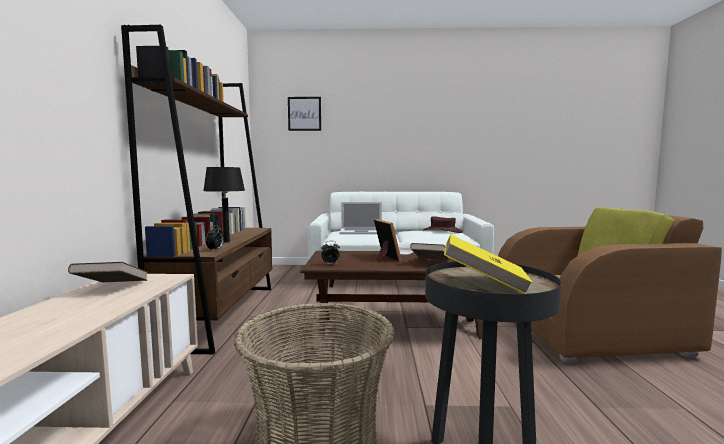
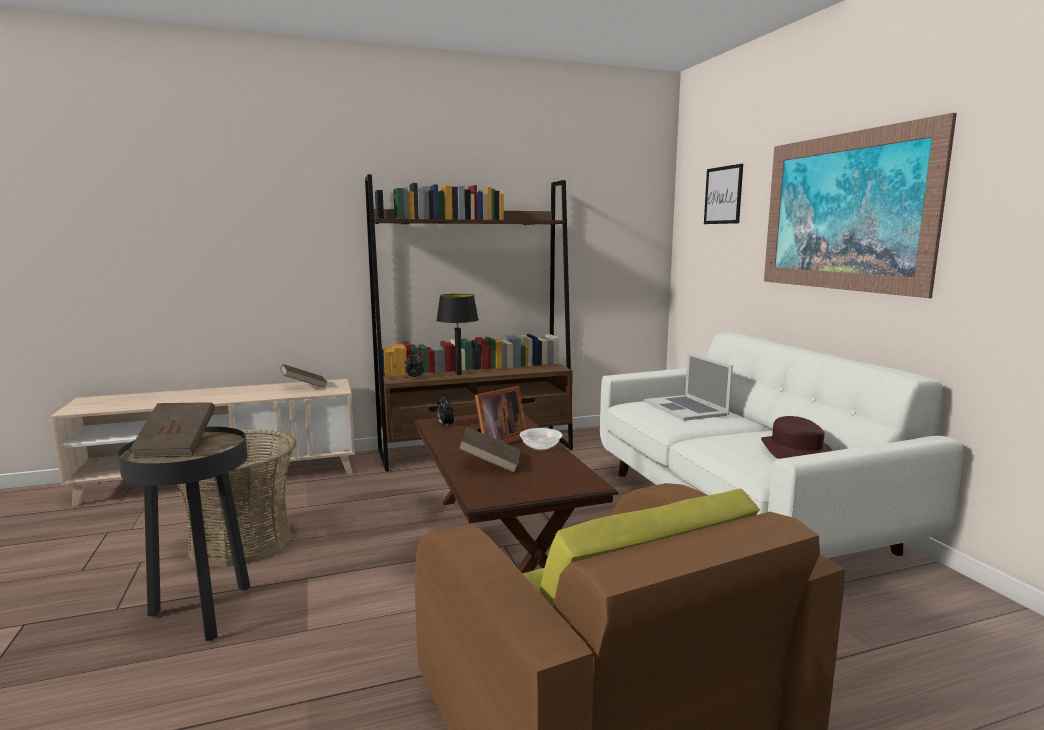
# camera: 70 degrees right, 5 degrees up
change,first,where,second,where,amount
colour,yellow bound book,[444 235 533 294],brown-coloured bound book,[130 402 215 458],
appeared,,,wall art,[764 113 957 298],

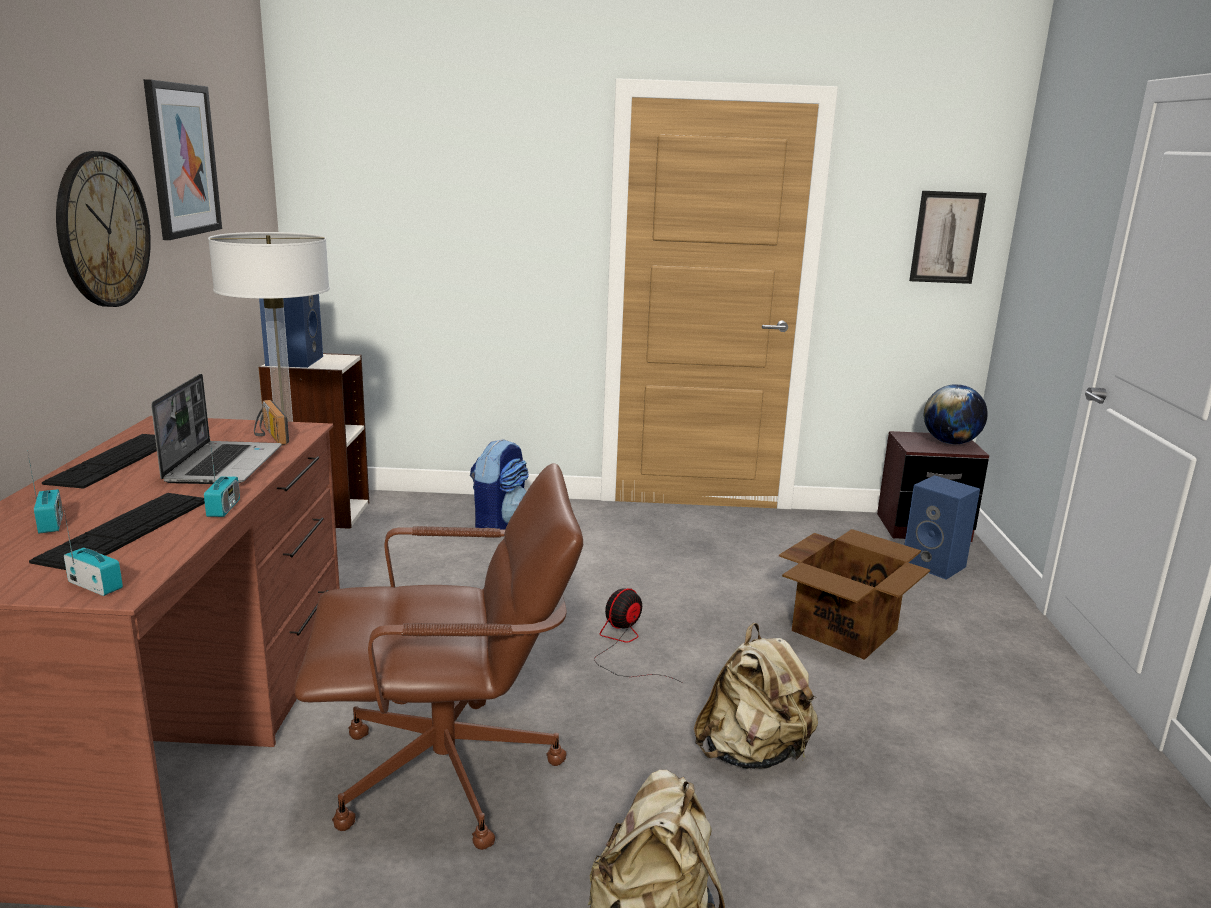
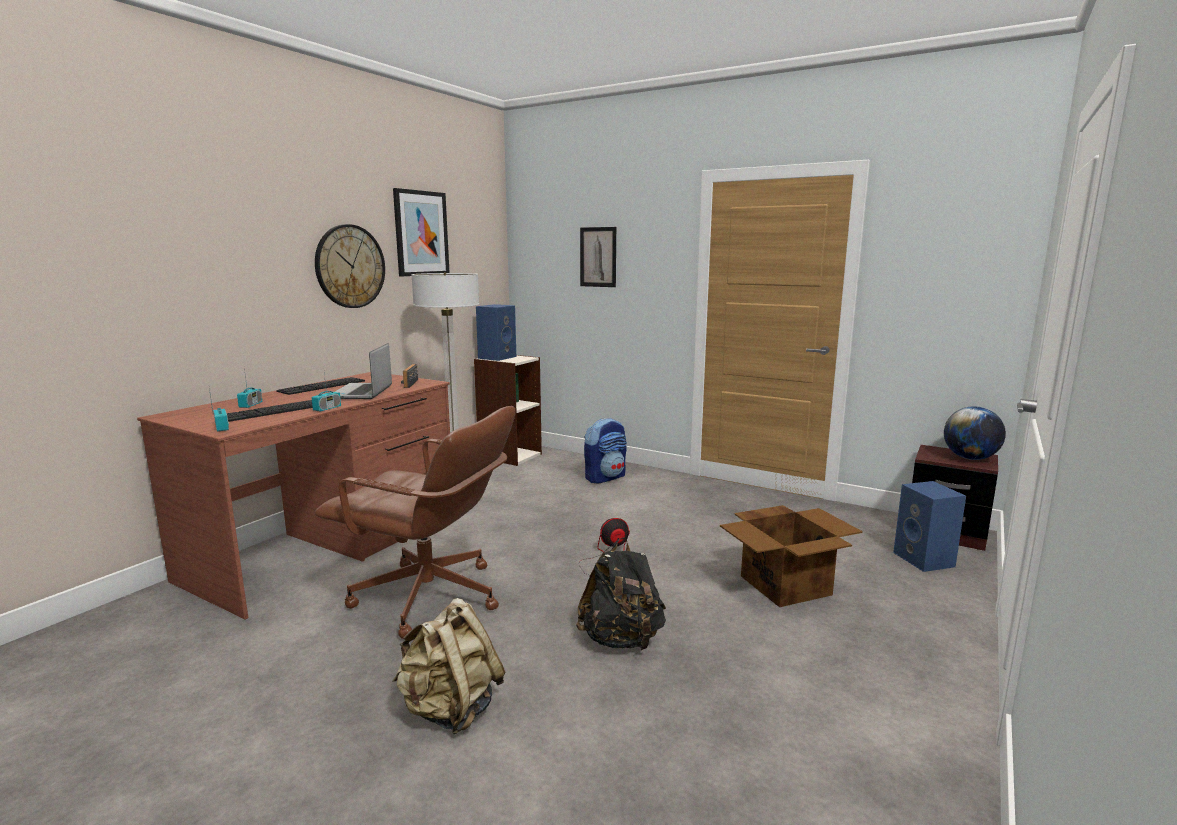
# camera: 30 degrees right, 5 degrees down
change,first,where,second,where,amount
relocated,wall art,[909 191 986 284],,[580 227 616 287],
spun,portable computer,[151 374 282 484],,[335 343 392 399],150 degrees clockwise
colour,beige knapsack,[694 623 818 769],black-coloured knapsack,[576 537 666 650],

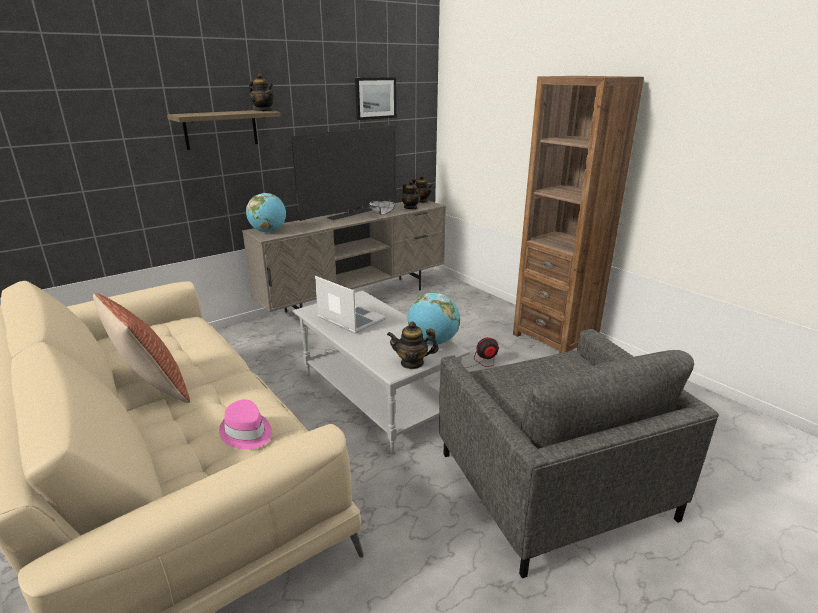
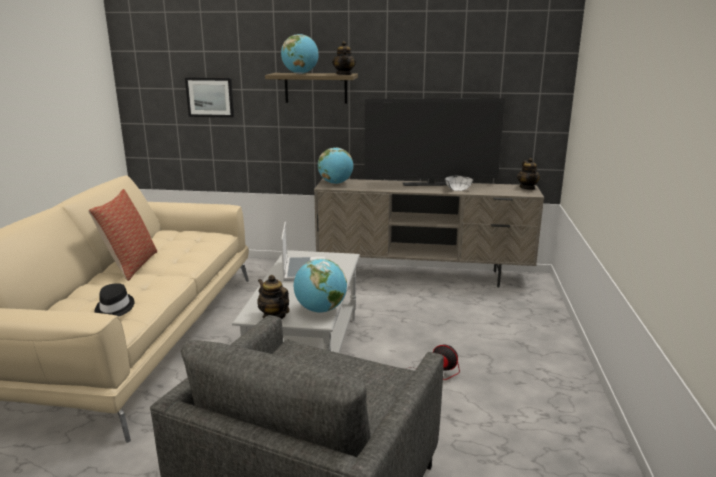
# camera: 45 degrees right, 5 degrees down
change,first,where,second,where,amount
missing,brown-coloured bookshelf,[513 76 644 354],,,
relocated,wall art,[355 77 396 120],,[185 77 234 118],
missing,pot for tea,[401 181 420 209],,,
colour,pinkish clothing hat,[219 399 272 449],black-coloured clothing hat,[94 283 134 317],
appeared,,,desk globe,[281 34 319 74],

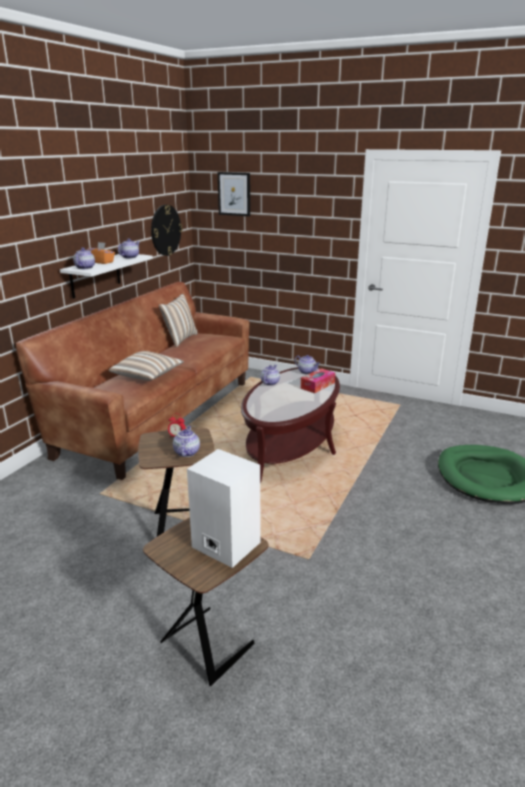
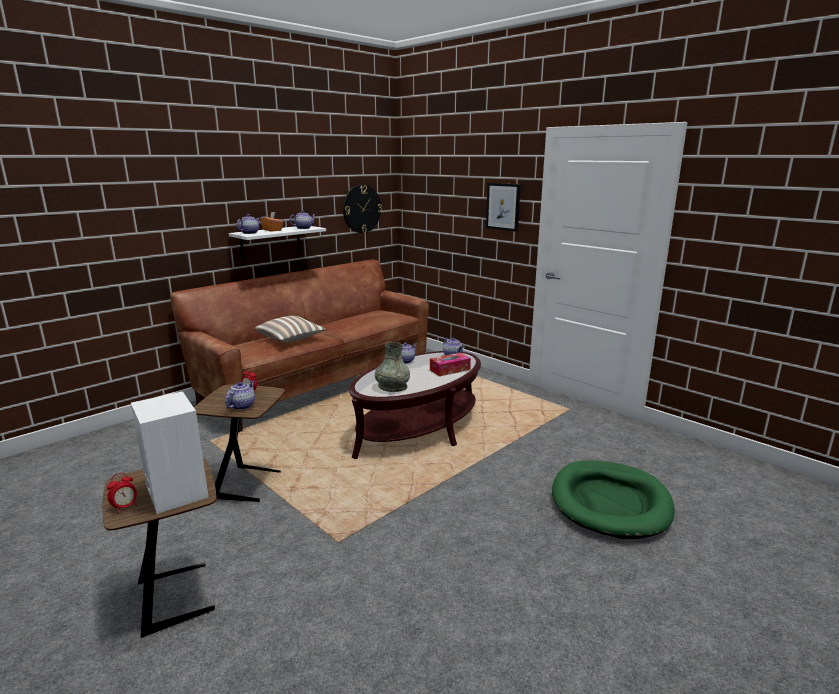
# camera: 20 degrees right, 5 degrees down
change,first,where,second,where,amount
relocated,wall art,[218 172 250 216],,[486 183 521 232],
missing,pillow,[159 294 198 347],,,
appeared,,,greyish decorative vase,[375 342 410 392],
appeared,,,alarm clock,[107 473 137 512],

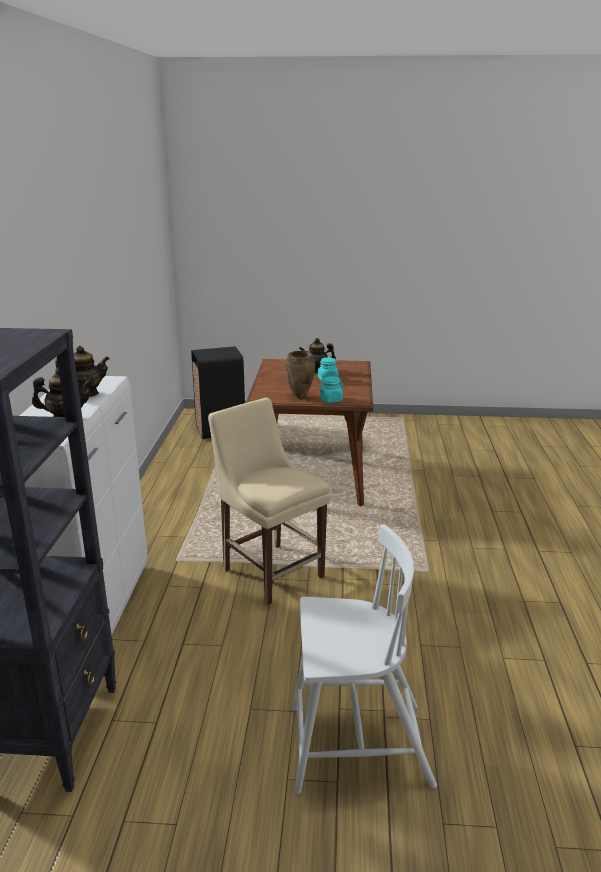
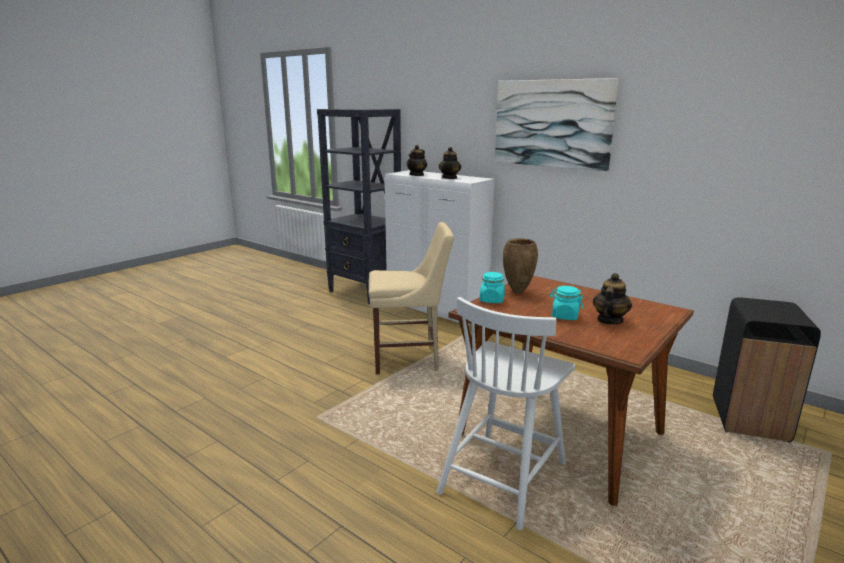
# camera: 125 degrees right, 5 degrees down
change,first,where,second,where,amount
relocated,white-coloured upright chair,[292 524 437 794],,[436 297 575 530],
appeared,,,wall art,[495 78 619 171],

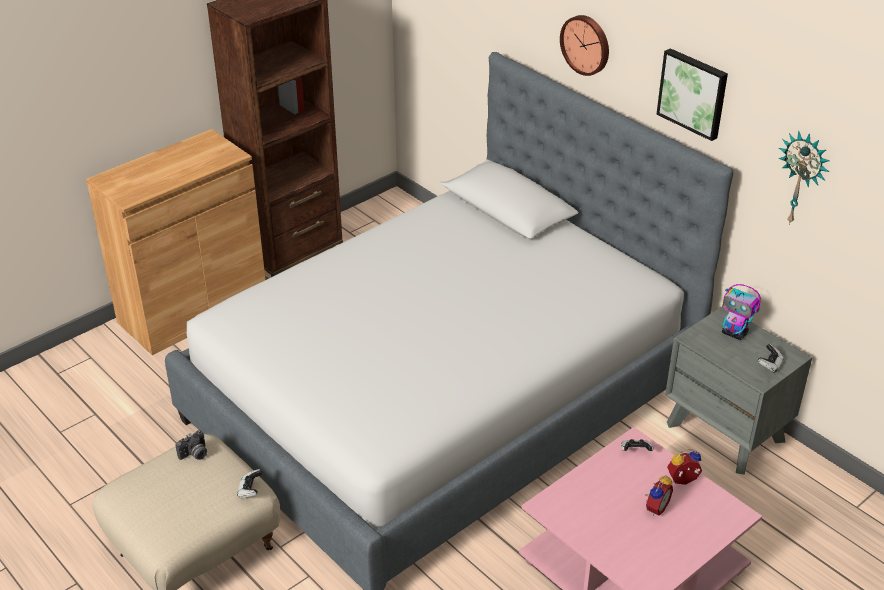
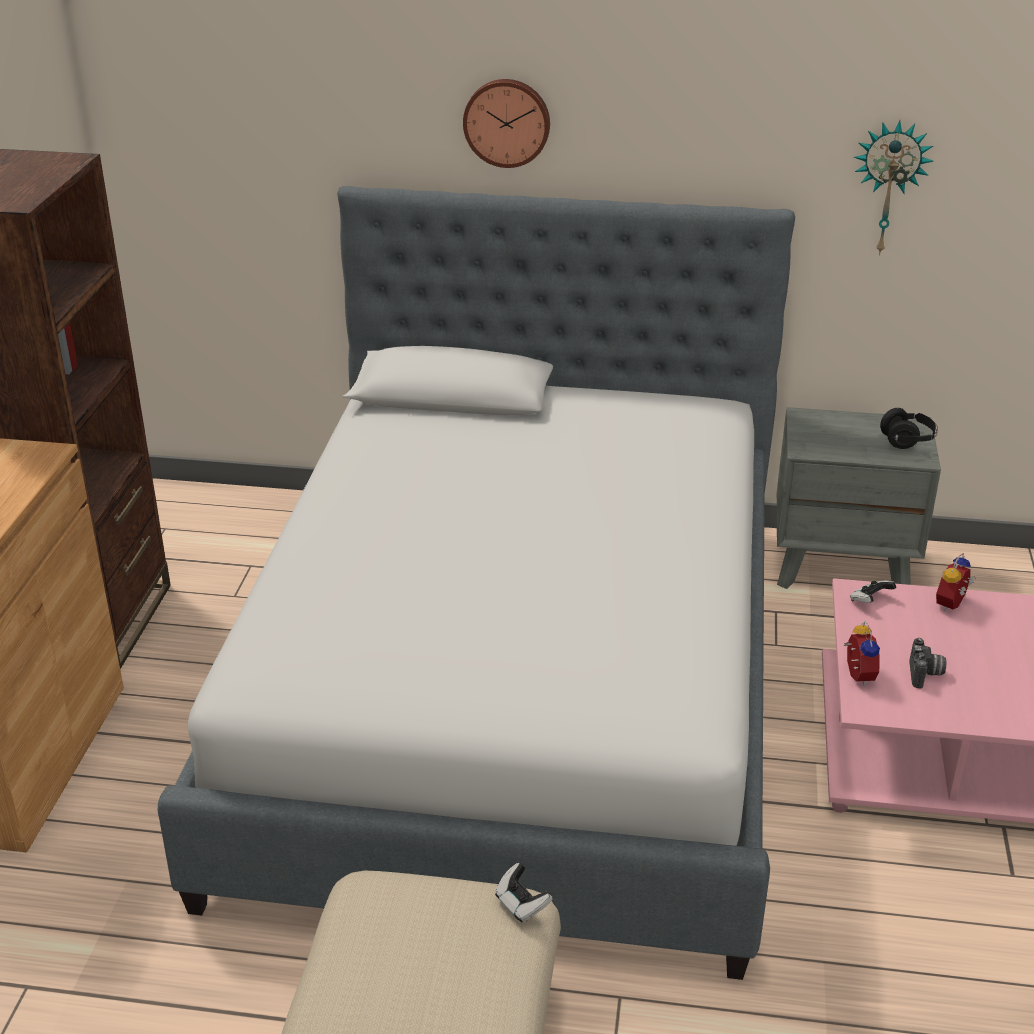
# camera: 40 degrees left, 5 degrees down
change,first,where,second,where,amount
missing,wall art,[657 48 728 141],,,
missing,toy robot,[722 284 761 340],,,
exchanged,game controller,[758 344 784 372],black-coloured pair of headphones,[880 408 938 449],
relocated,photo camera,[176 430 207 460],,[909 638 946 689],
relocated,alarm clock,[645 475 673 516],,[843 621 880 686],

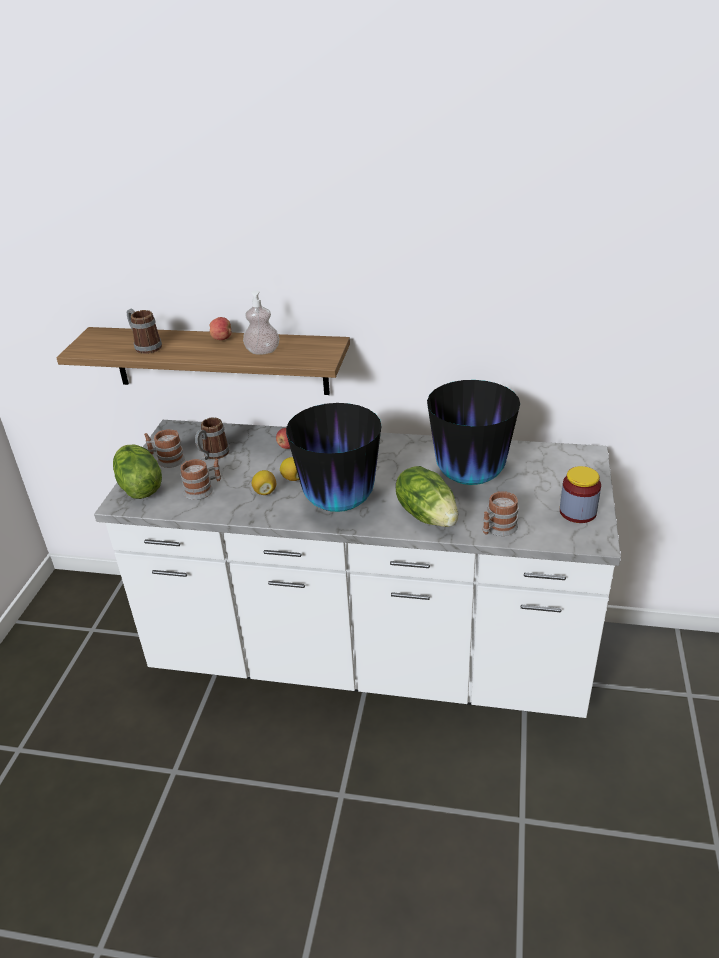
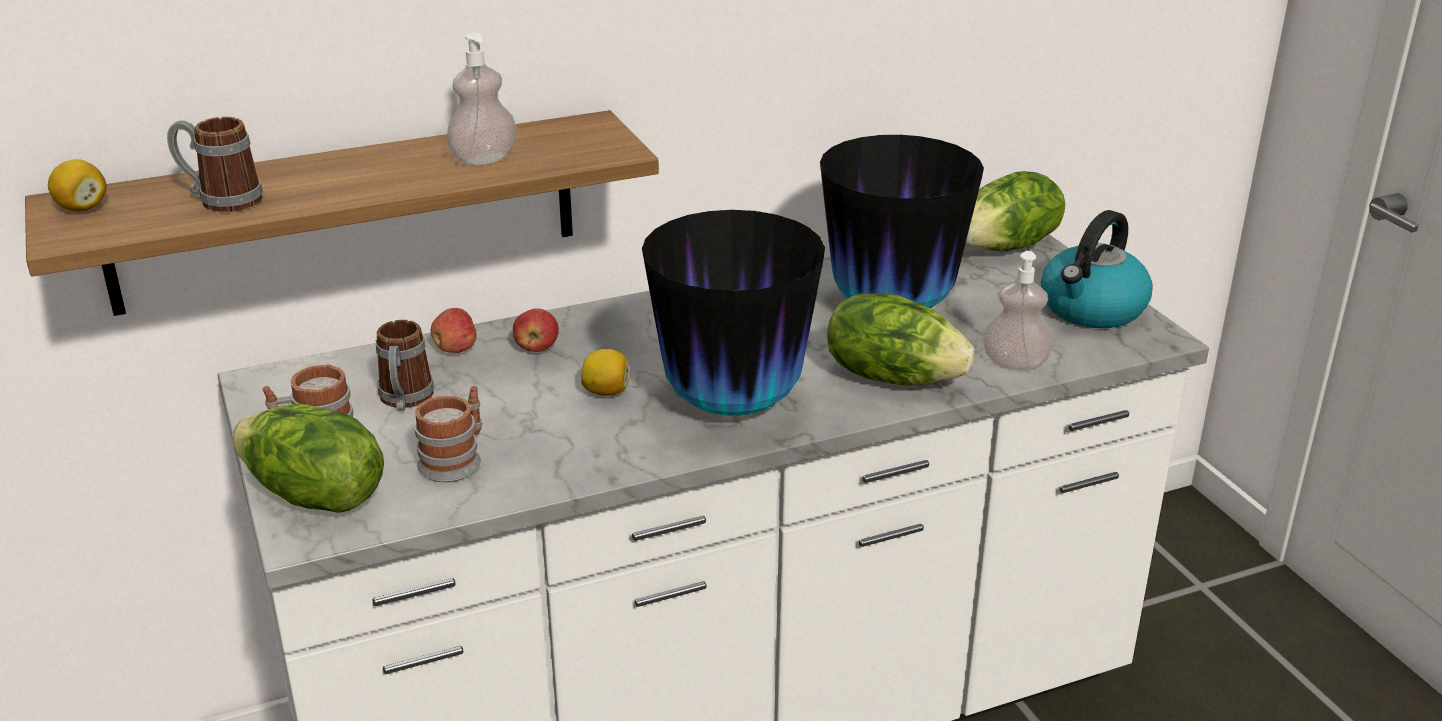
# camera: 35 degrees left, 5 degrees down
change,first,where,second,where,amount
relocated,apple,[210 317 231 340],,[431 308 477 353],
exchanged,storage jar,[560 466 601 523],tea kettle,[1041 210 1153 328],
relocated,citrus fruit,[252 470 276 495],,[48 159 107 211],
exchanged,mug,[483 491 519 536],liquid soap bottle,[983 251 1053 370],
appeared,,,lettuce head,[965 171 1065 251],

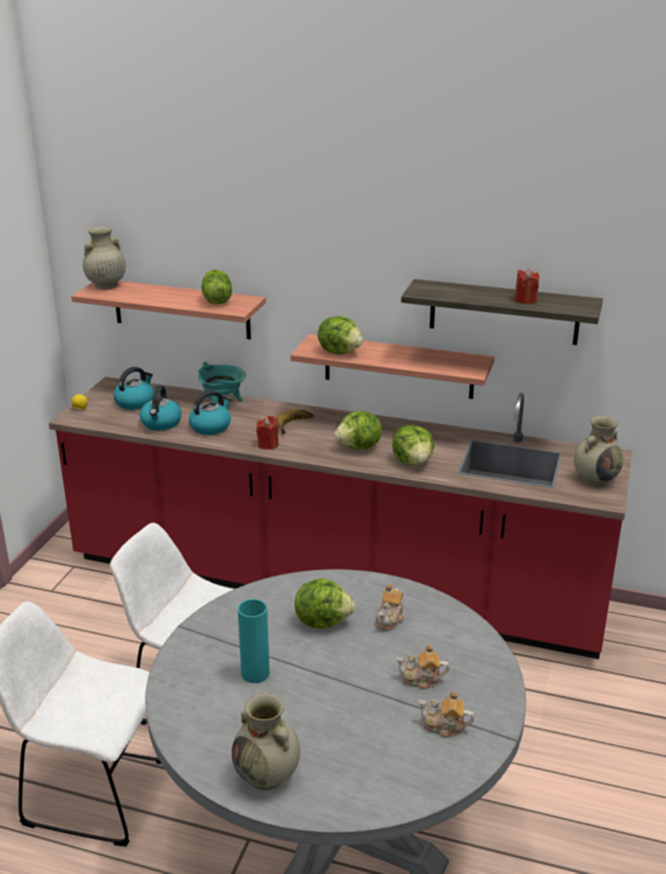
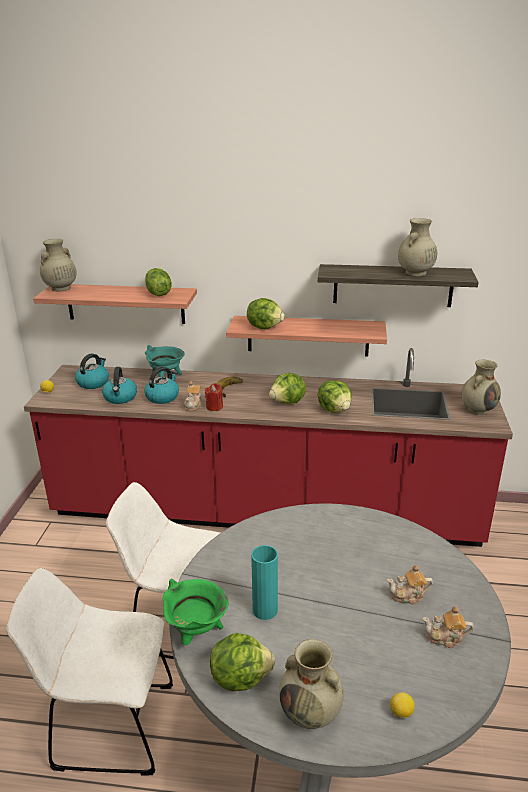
# camera: 10 degrees left, 0 degrees up
change,first,where,second,where,amount
exchanged,reddish wax light,[514 269 539 304],beige decorative vase,[398 218 437 276],
relocated,lettuce head,[295 578 355 629],,[210 633 275 691],
relocated,pot for tea,[376 584 404 630],,[184 381 202 411],
appeared,,,green cooking pot,[163 579 228 645],
appeared,,,citrus fruit,[390 692 415 718],

